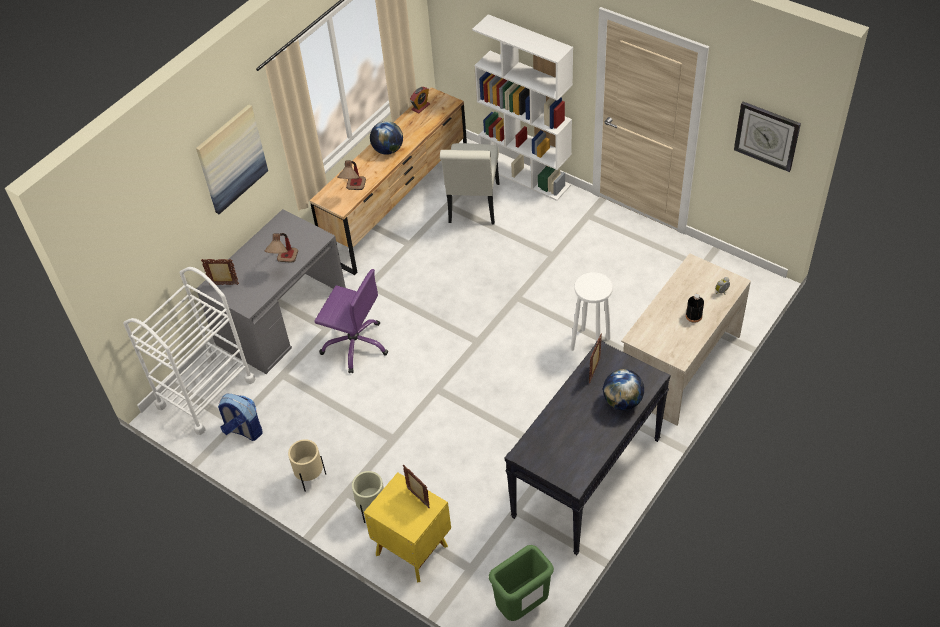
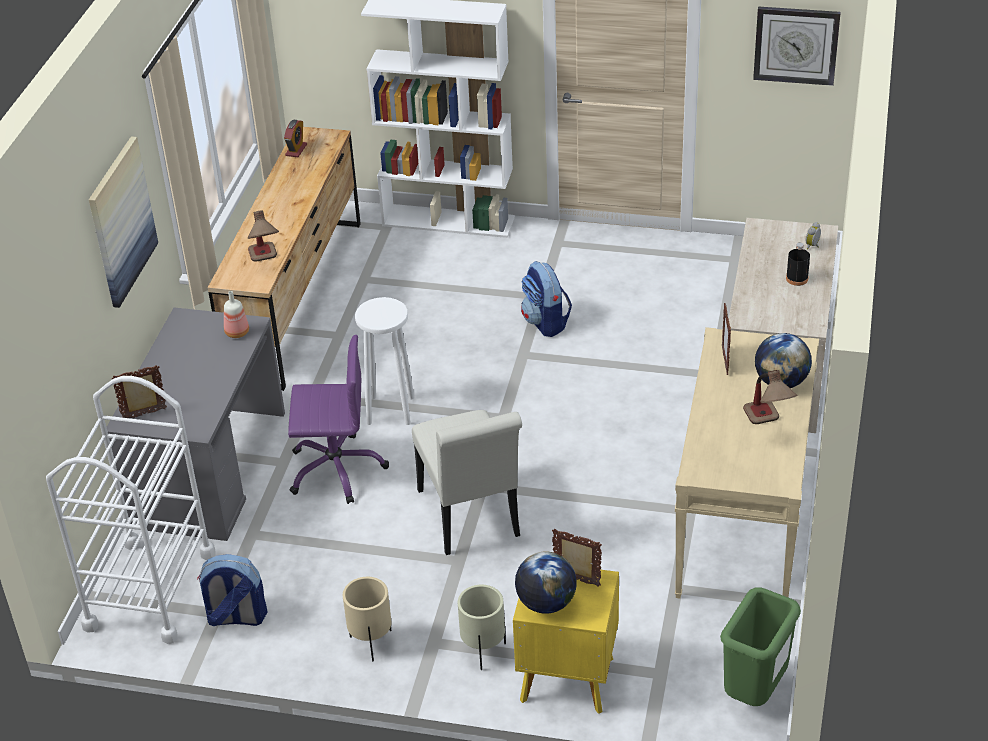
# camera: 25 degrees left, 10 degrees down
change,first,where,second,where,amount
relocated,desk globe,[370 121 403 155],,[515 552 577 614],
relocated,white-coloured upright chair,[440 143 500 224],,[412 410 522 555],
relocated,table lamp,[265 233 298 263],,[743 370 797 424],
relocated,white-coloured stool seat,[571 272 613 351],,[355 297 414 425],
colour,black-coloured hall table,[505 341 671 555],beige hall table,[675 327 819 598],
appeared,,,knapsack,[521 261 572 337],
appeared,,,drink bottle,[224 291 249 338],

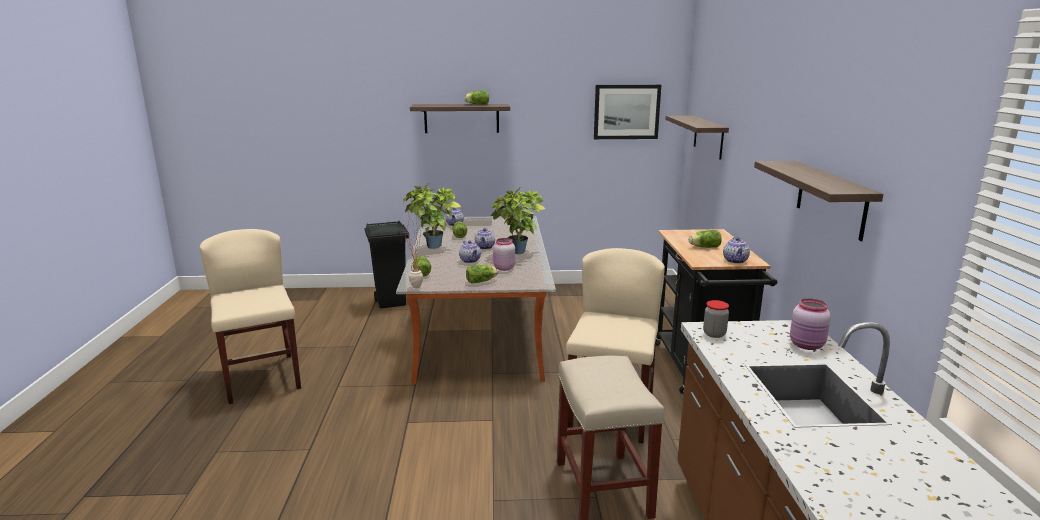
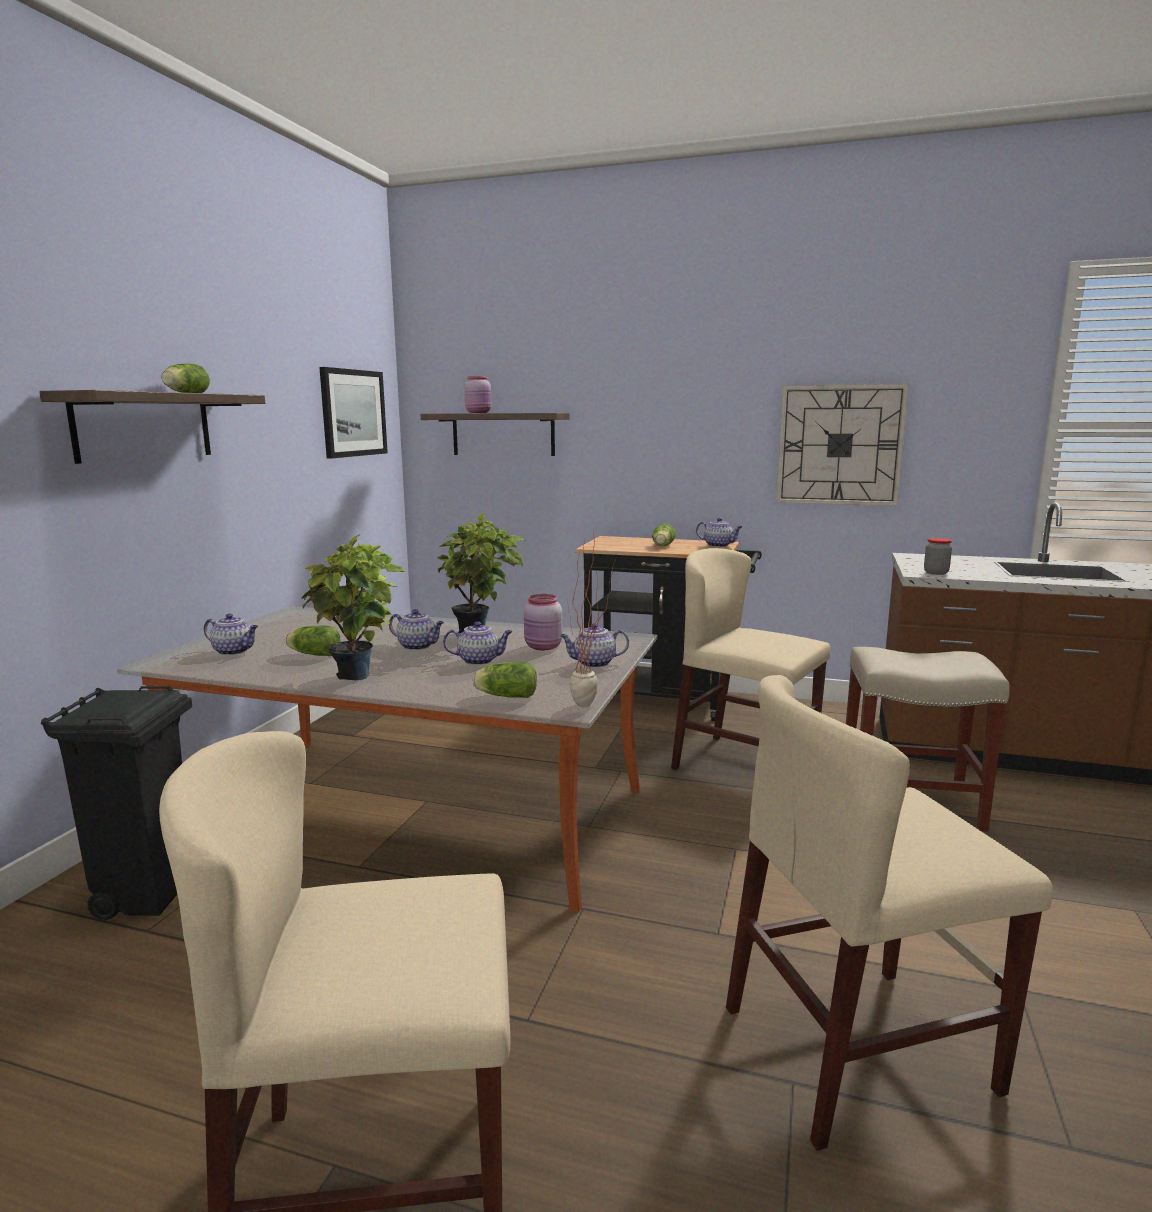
# camera: 70 degrees left, 5 degrees down
change,first,where,second,where,amount
exchanged,shelf,[754 161 883 241],wall clock,[776 384 909 506],
exchanged,lettuce head,[466 265 498 284],pot for tea,[560 623 629 668],
relocated,pinkish storage jar,[790 298 831 350],,[464 376 491 413],
appeared,,,beige upright chair,[726 675 1053 1151],

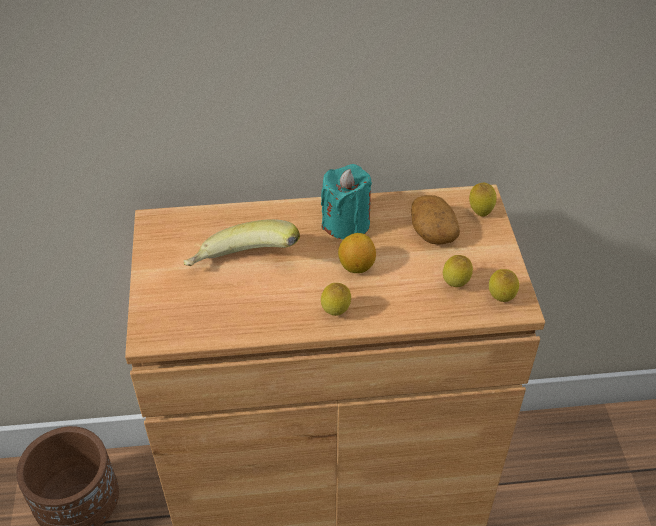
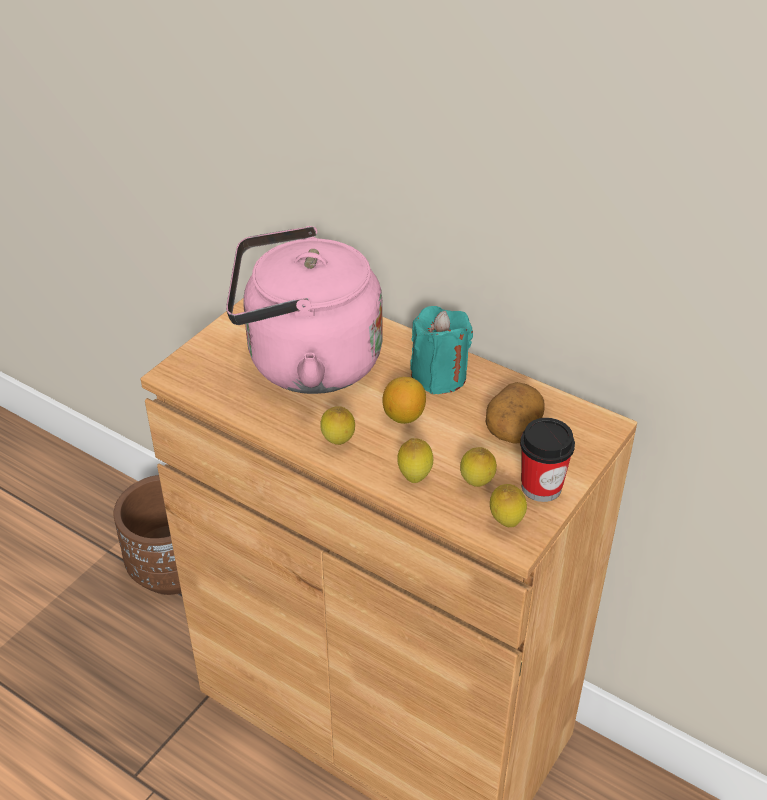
# camera: 40 degrees right, 5 degrees down
change,first,where,second,where,amount
relocated,citrus fruit,[469 183 496 217],,[397 438 433 483],
exchanged,banana,[184 219 300 266],pinkish tea kettle,[226 226 383 394],
appeared,,,cup,[520 418 575 502],

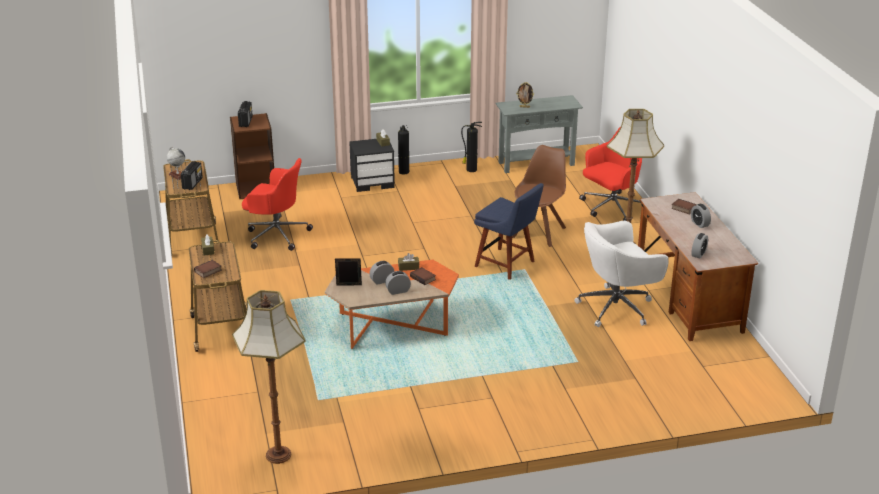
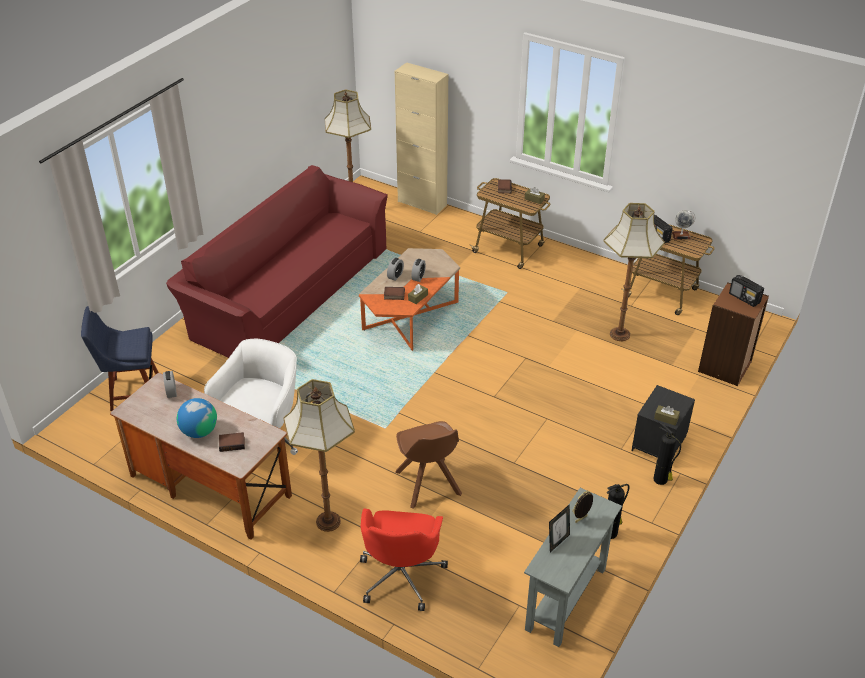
# camera: 135 degrees right, 10 degrees up
change,first,where,second,where,amount
exchanged,reddish computer chair,[242 158 313 251],floor lamp,[603 203 665 341],
relocated,bluish upright chair,[474 183 544 280],,[81 306 159 411],
exchanged,alarm clock,[691 204 711 228],desk globe,[177 398 217 438],
relocated,standing frame,[335 258 362 285],,[549 504 570 552],
appeared,,,beige cabinet,[395 62 448 215],
appeared,,,reddish sofa,[166 165 388 358],

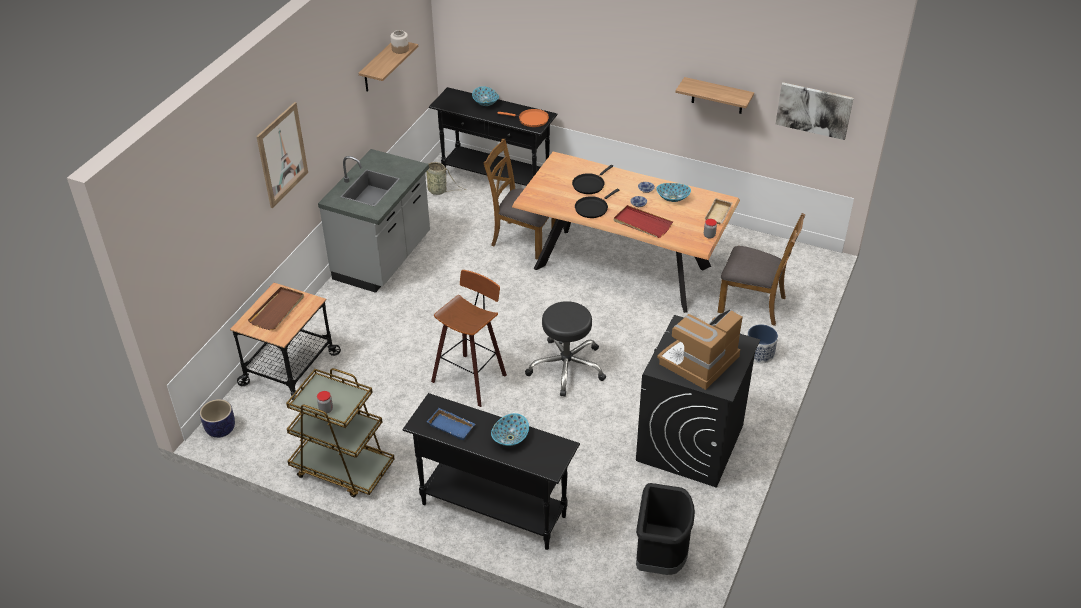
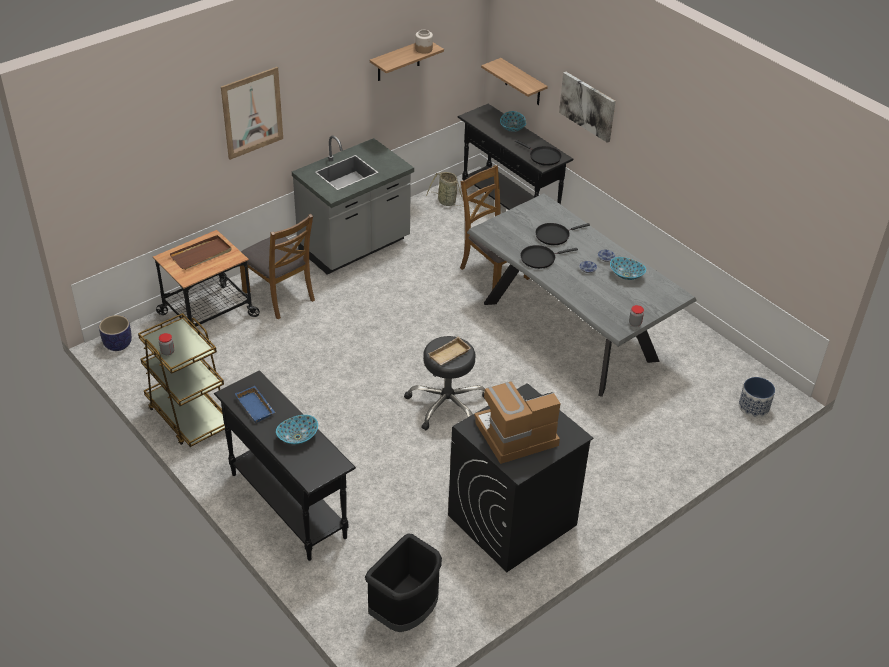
# camera: 25 degrees right, 0 degrees up
change,first,where,second,where,amount
relocated,shelf,[675 77 754 114],,[481 58 548 105],
relocated,wall art,[776 82 854 140],,[559 72 616 143],
colour,orange-coloured frying pan,[498 109 549 127],black-coloured frying pan,[515 140 562 166],
colour,brown-coloured kitchen table,[512 152 740 313],greyish kitchen table,[467 193 697 397],
relocated,beige serving tray,[705 198 733 224],,[428 337 471 366],
missing,reddish serving tray,[614 205 673 238],,,
relocated,brown-coloured upright chair,[718 213 805 326],,[240 214 315 319],
missing,stool seat,[431 270 507 407],,,
relocated,flower pot,[747 324 778 363],,[739 377 775 418],

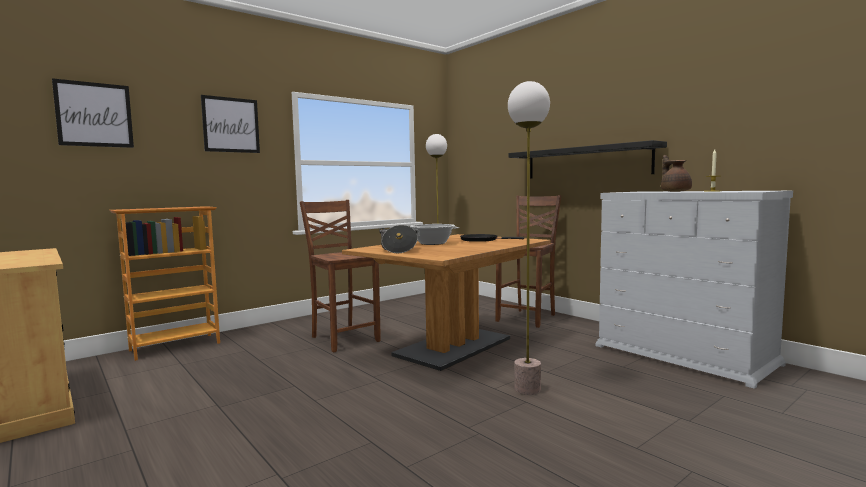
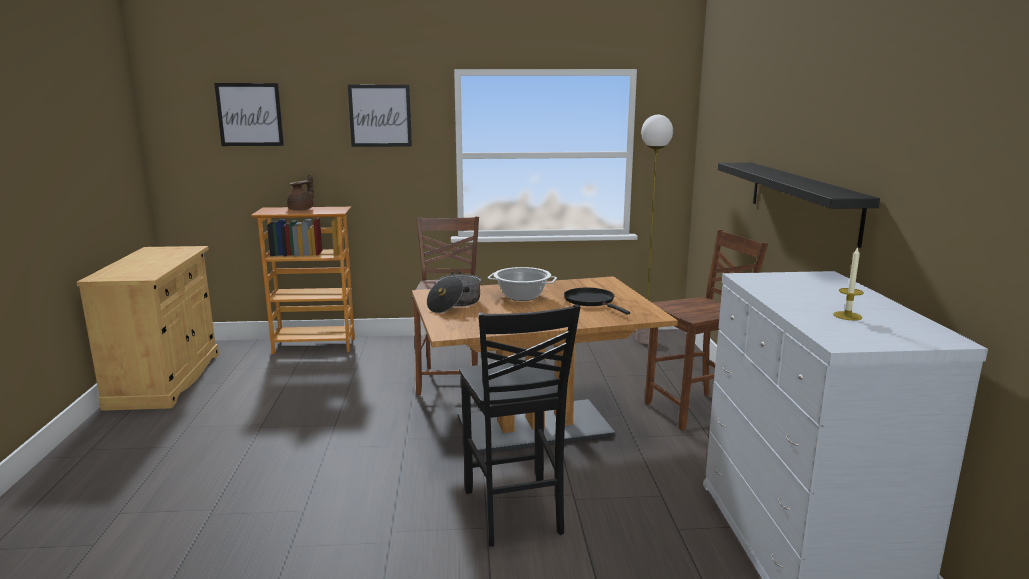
# camera: 35 degrees right, 10 degrees up
change,first,where,second,where,amount
exchanged,floor lamp,[508 81 550 395],black-coloured upright chair,[459 304 580 547],
relocated,brown-coloured pot for tea,[661 155 692 192],,[287 174 314 211],

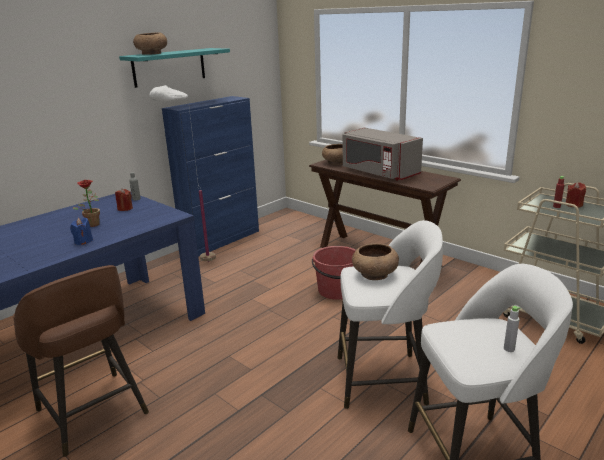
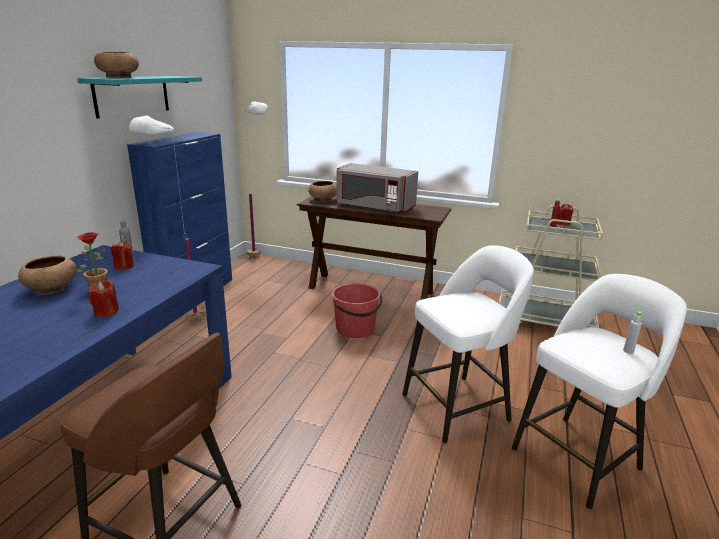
# camera: 25 degrees left, 0 degrees up
change,first,where,second,where,amount
colour,bluish wax light,[70 218 93 245],reddish wax light,[89 281 119 317],
relocated,brown-coloured bowl,[352 243 399 280],,[18 256 77 295],
appeared,,,white-coloured floor lamp,[245 101 268 257],

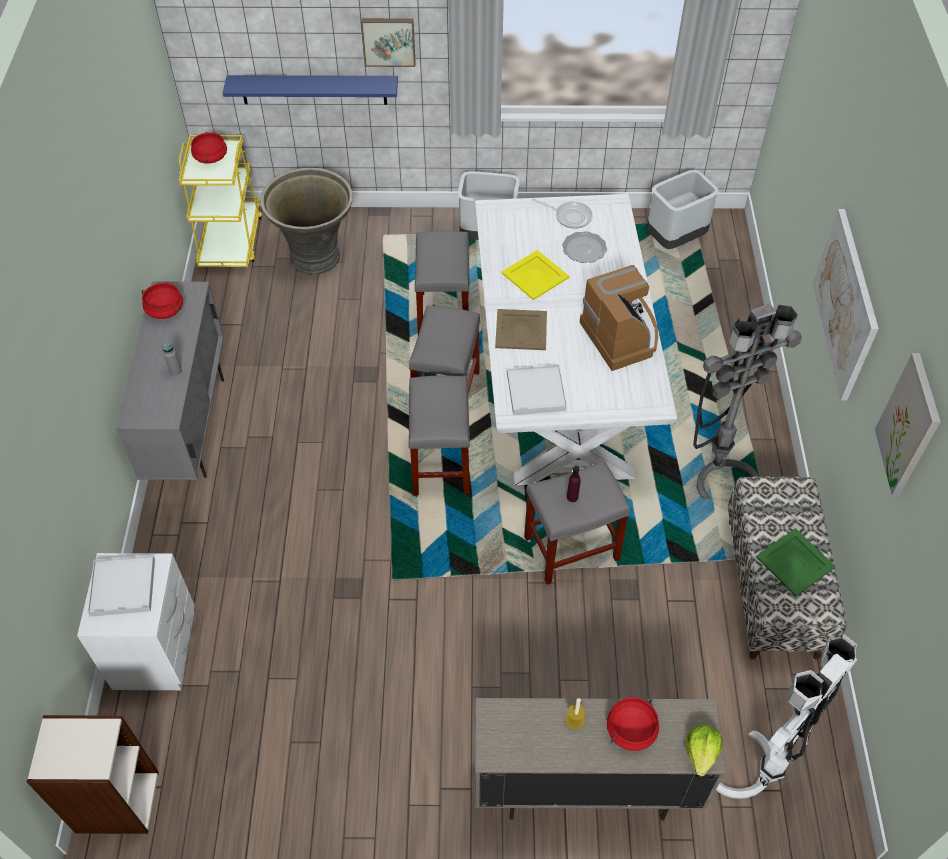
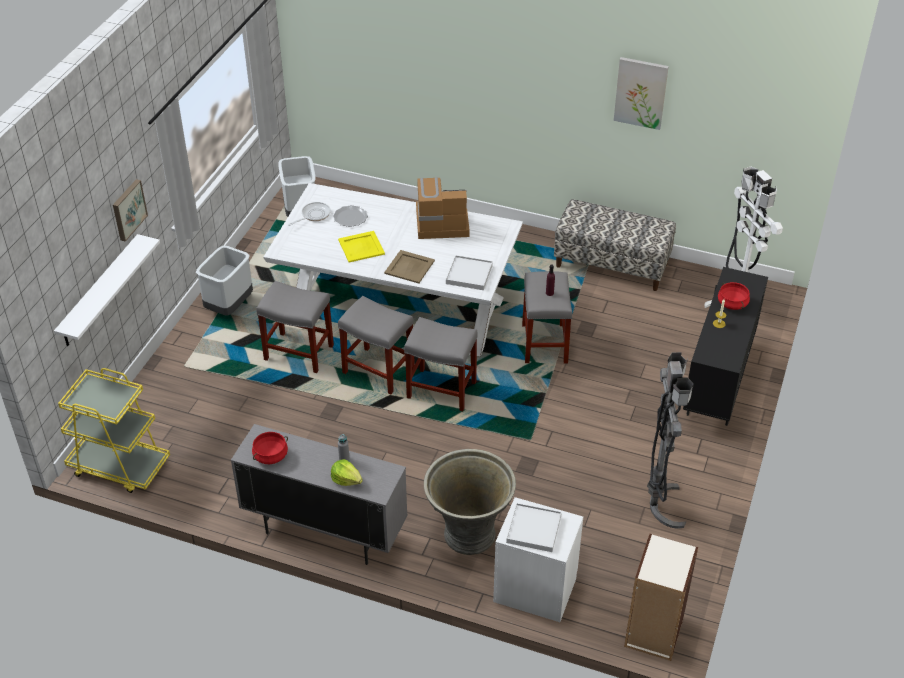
# camera: 70 degrees left, 10 degrees down
change,first,where,second,where,amount
colour,bluish shelf,[223 75 398 105],white-coloured shelf,[54 234 160 346],
missing,reddish cooking pot,[191 132 227 164],,,
relocated,greyish flower pot,[260 168 353 275],,[424 449 516 555],
missing,wall art,[812 209 879 400],,,
relocated,greyish floor lamp,[693 304 802 500],,[647 352 694 529],
missing,green serving tray,[756 528 836 597],,,
colour,beige cabinet,[475 698 725 821],black-coloured cabinet,[683 267 768 426],
relocated,lettuce head,[686 725 723 776],,[331 459 363 486],

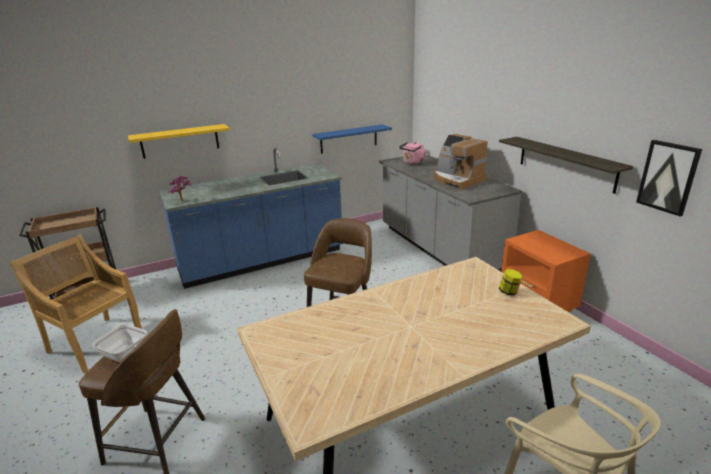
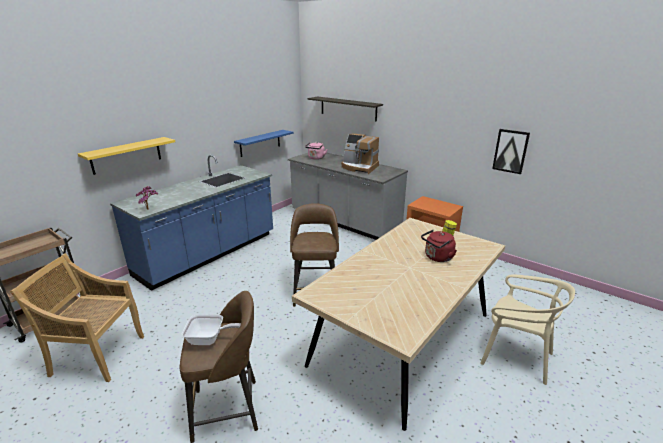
# camera: 25 degrees left, 0 degrees up
change,first,where,second,where,amount
relocated,shelf,[499 137 633 194],,[308 96 383 122],
appeared,,,reddish tea kettle,[421 230 457 262],

